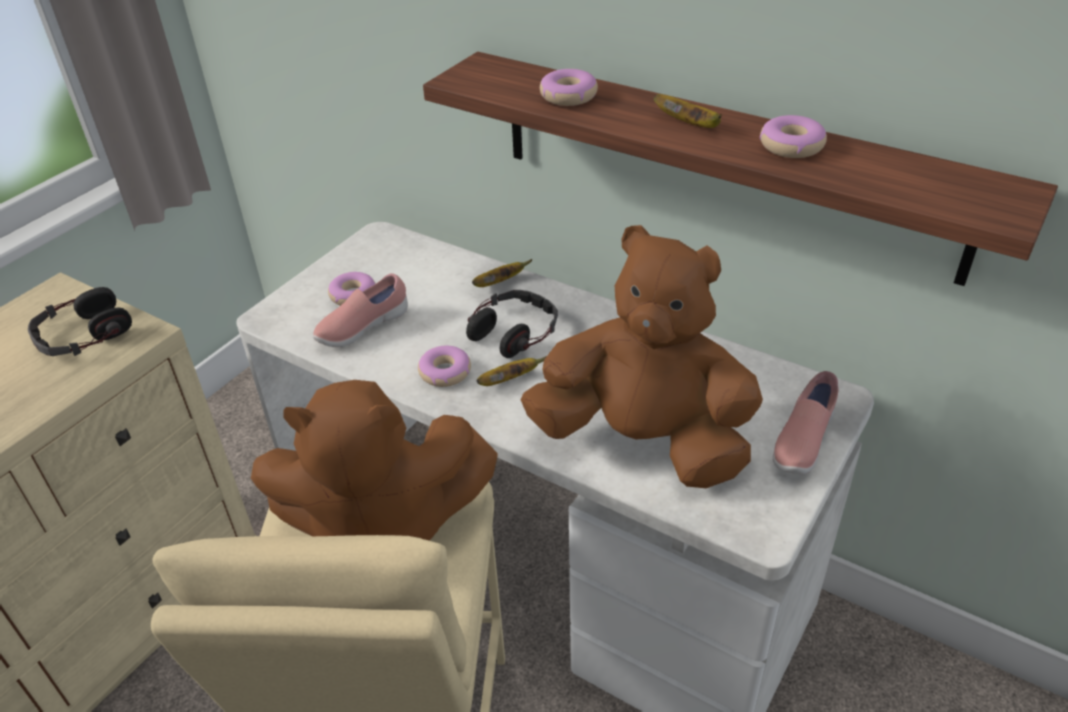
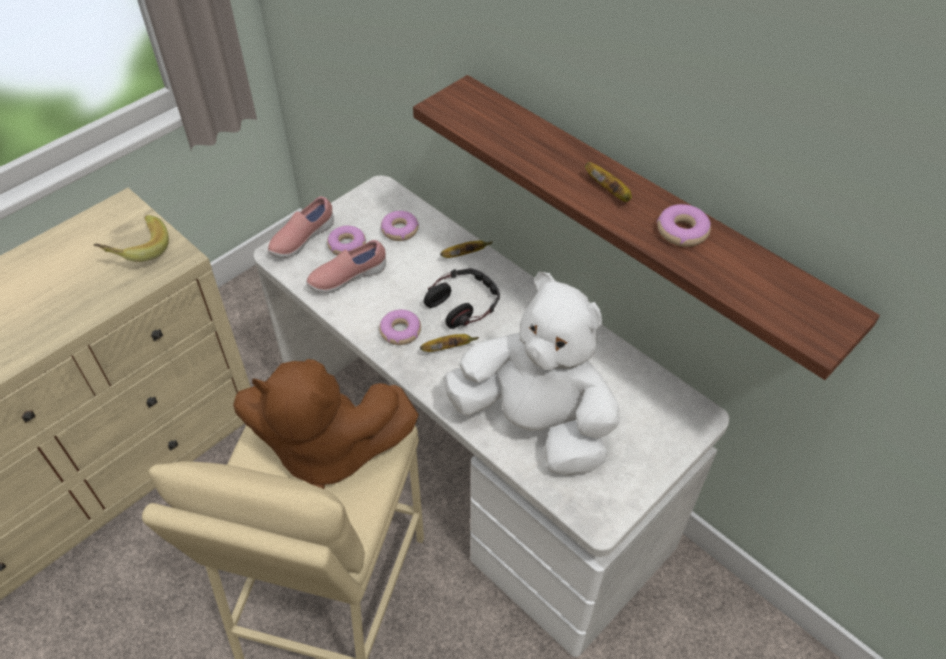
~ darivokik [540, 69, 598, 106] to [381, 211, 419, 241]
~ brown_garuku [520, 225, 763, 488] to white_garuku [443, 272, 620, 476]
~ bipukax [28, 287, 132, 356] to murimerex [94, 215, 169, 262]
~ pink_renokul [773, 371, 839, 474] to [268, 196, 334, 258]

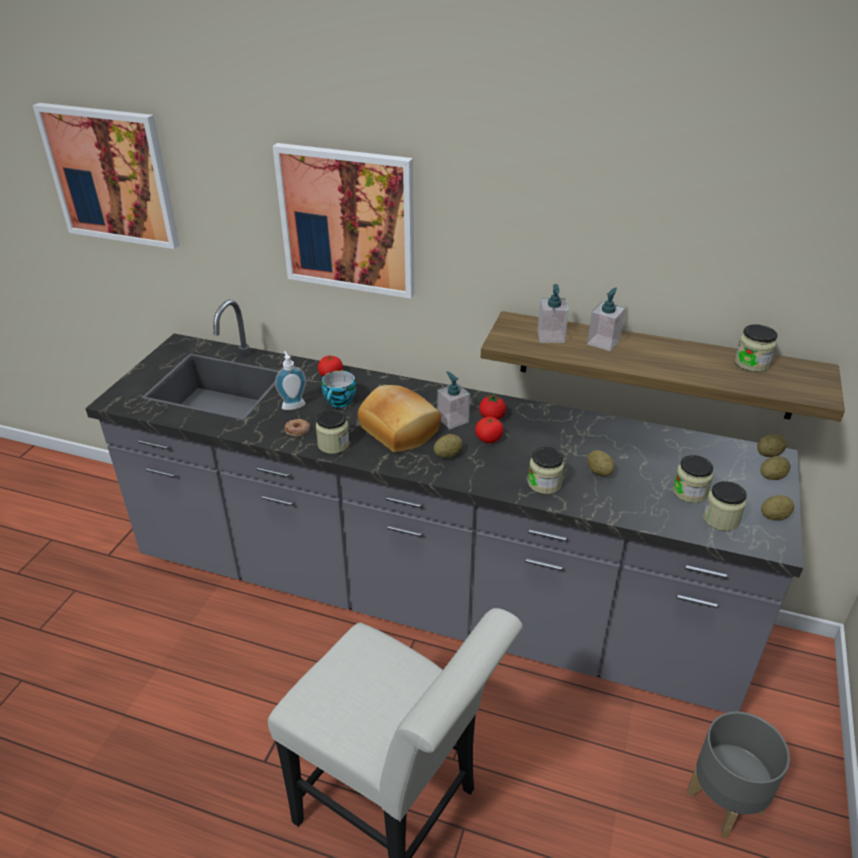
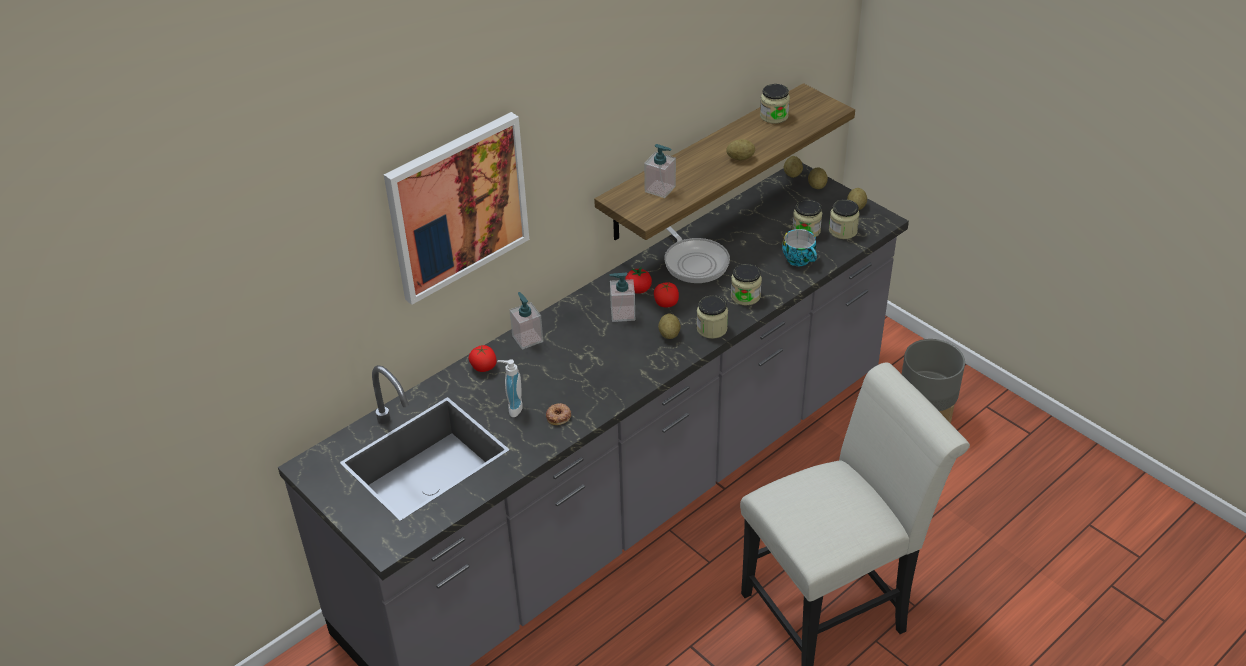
- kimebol [33, 103, 180, 249]
~ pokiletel [587, 287, 625, 351] to [510, 292, 543, 350]
~ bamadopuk [322, 370, 356, 408] to [782, 229, 817, 266]
- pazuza [358, 385, 441, 452]
~ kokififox [316, 410, 349, 454] to [696, 296, 728, 339]
~ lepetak [587, 450, 614, 476] to [726, 139, 755, 160]
+ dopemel [664, 226, 730, 283]

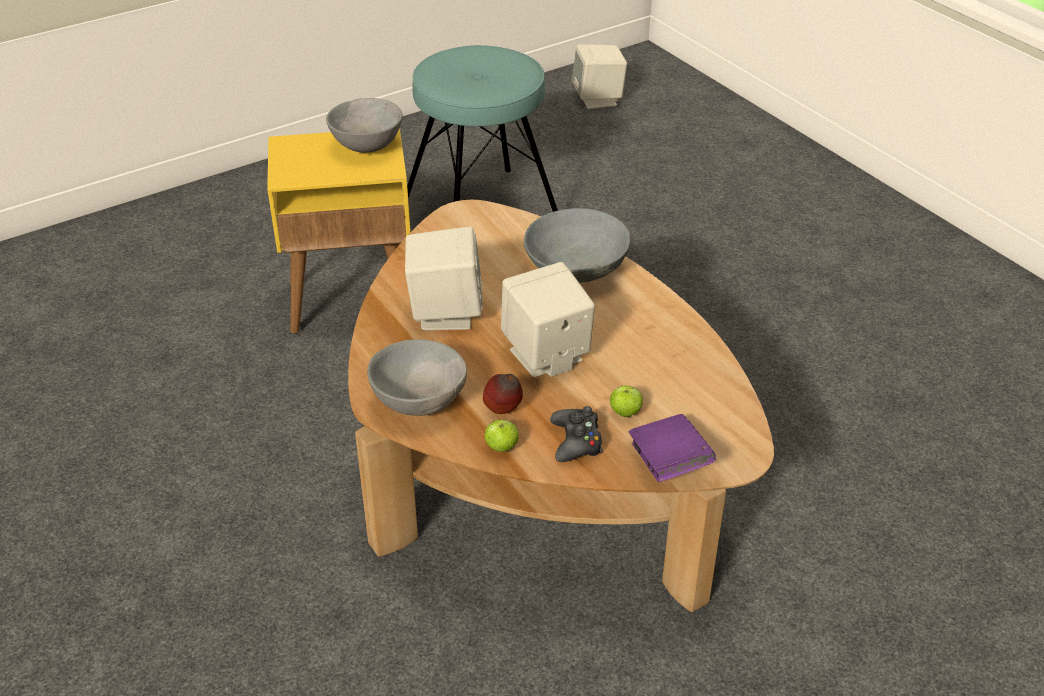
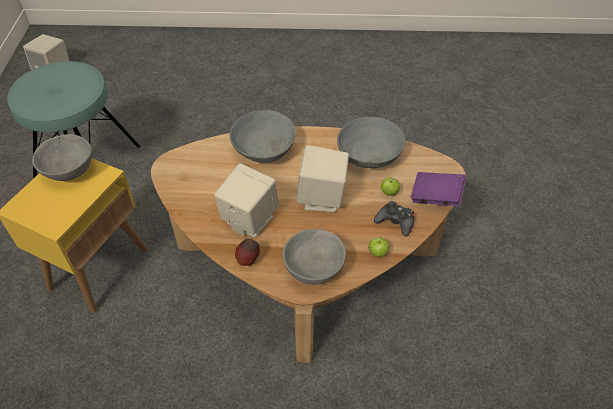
~ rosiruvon [483, 374, 523, 414] to [235, 239, 260, 266]
+ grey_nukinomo [337, 117, 405, 168]

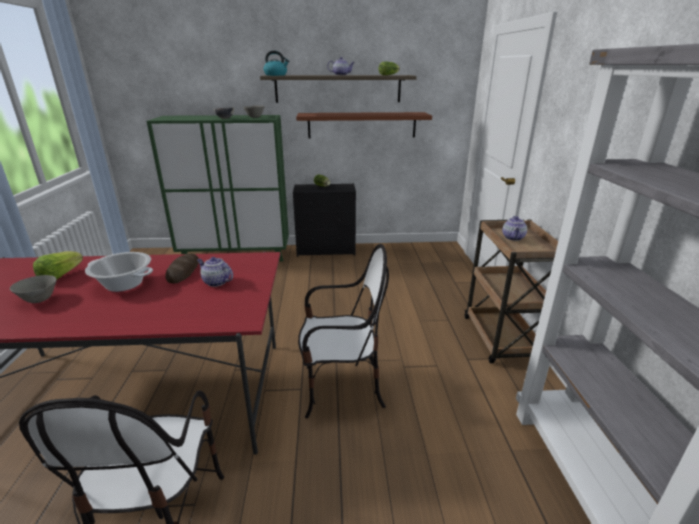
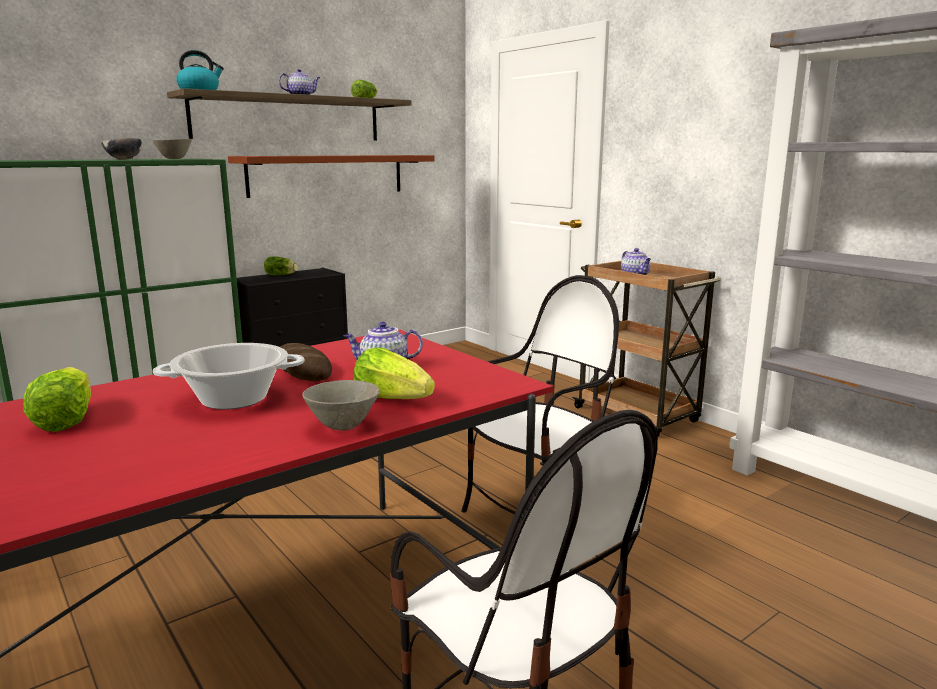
~ grey_nukinomo [10, 275, 57, 303] to [302, 380, 380, 431]
+ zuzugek [353, 347, 435, 399]

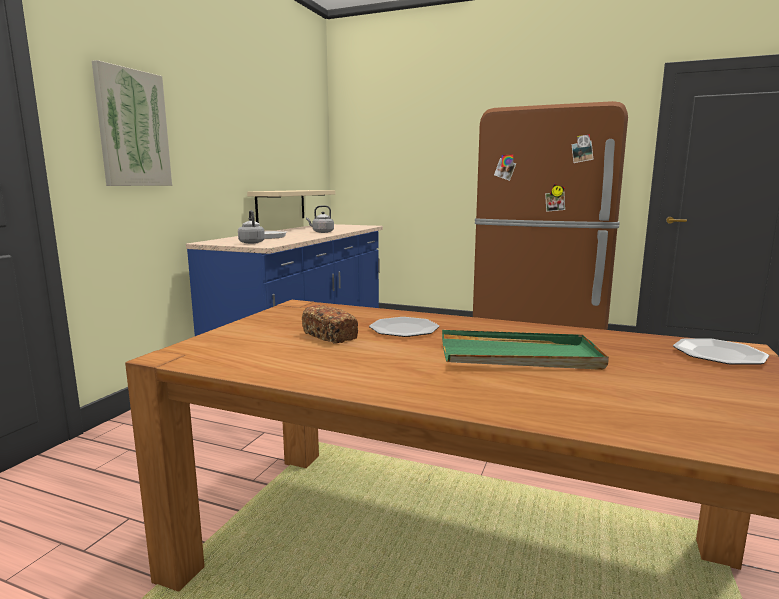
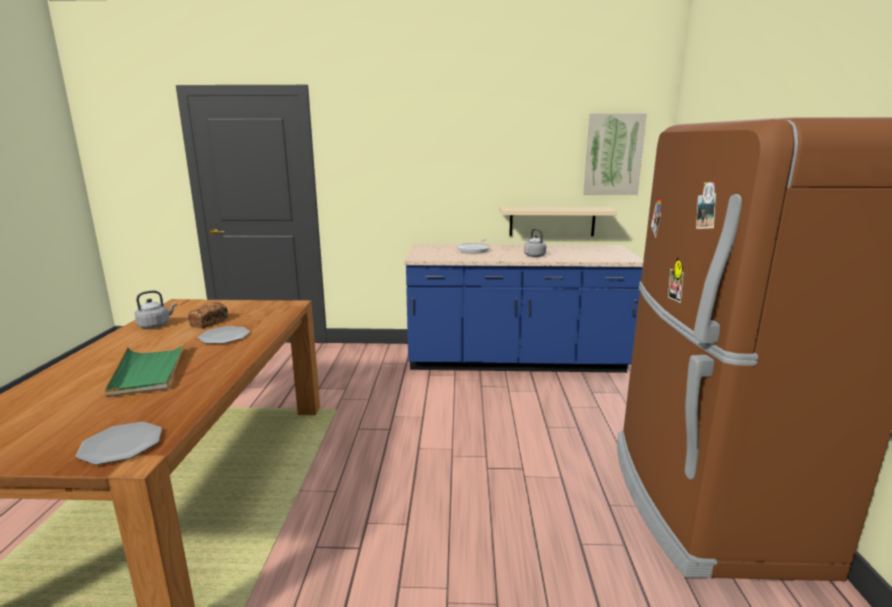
~ kimebol [92, 60, 172, 186] to [583, 113, 647, 195]
~ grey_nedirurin [238, 210, 265, 244] to [134, 290, 177, 328]

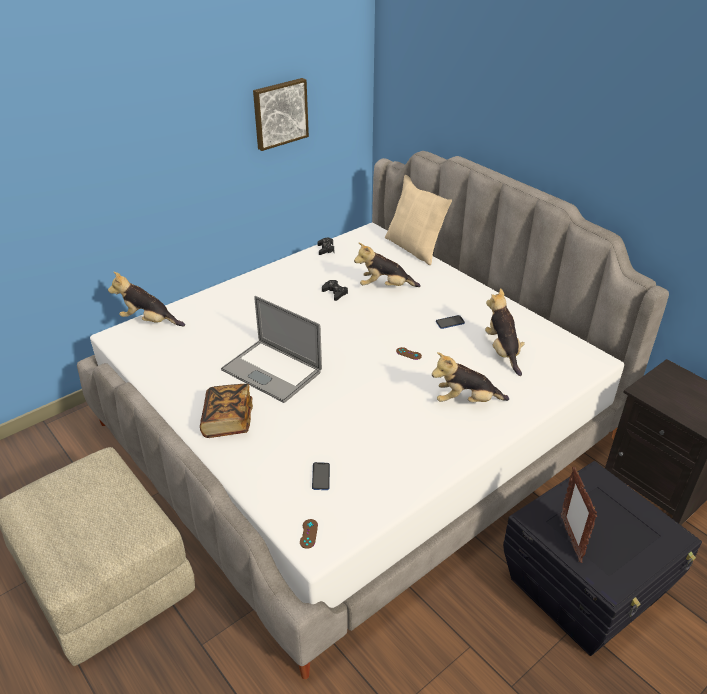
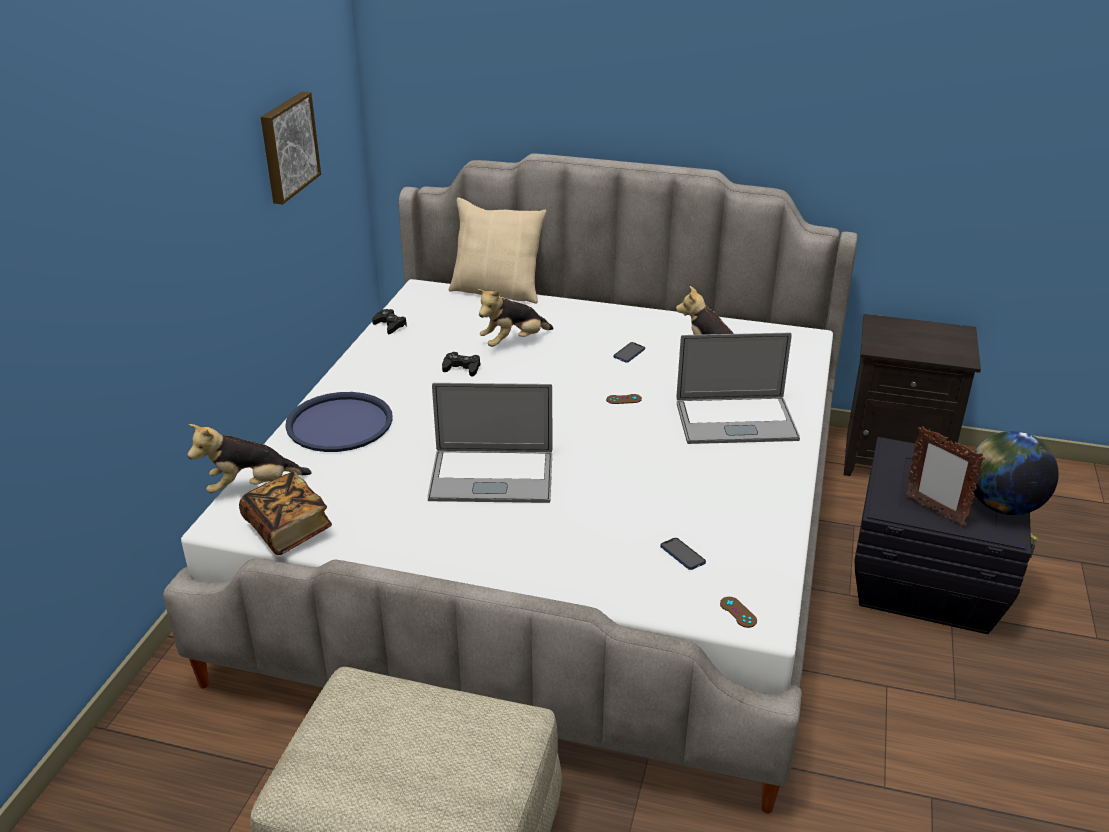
~ garuku [432, 352, 509, 402] to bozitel [676, 333, 800, 444]
~ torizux [200, 384, 253, 438] to [239, 471, 332, 555]
+ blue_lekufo [285, 392, 393, 452]
+ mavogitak [969, 431, 1059, 515]

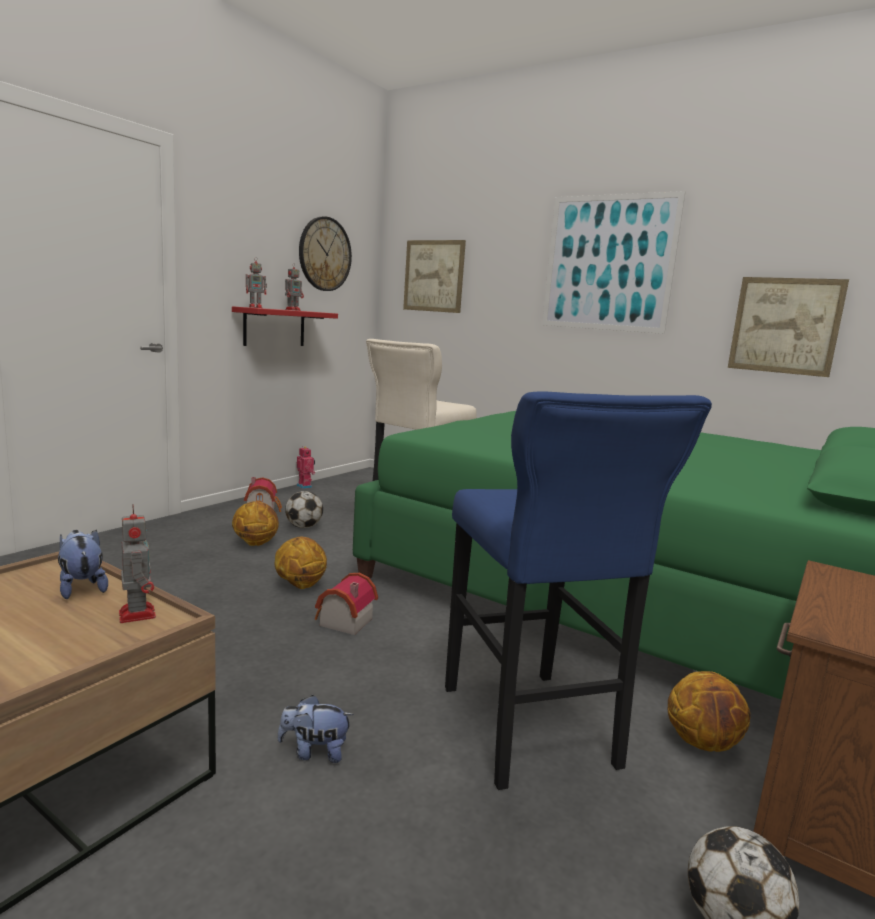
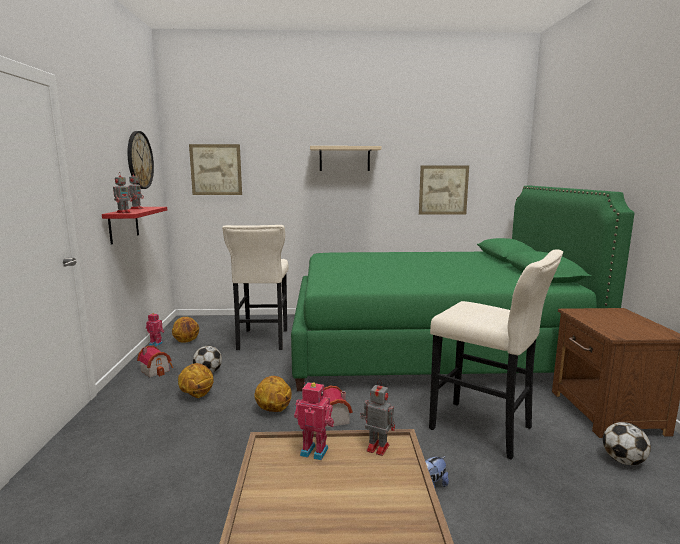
~ kimebol [542, 191, 686, 334] to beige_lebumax [310, 146, 381, 171]
~ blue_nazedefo [445, 391, 712, 790] to beige_nazedefo [429, 250, 563, 460]
~ garuku [58, 530, 108, 599] to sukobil [294, 382, 334, 460]
~ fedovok [668, 671, 751, 752] to [172, 317, 199, 343]

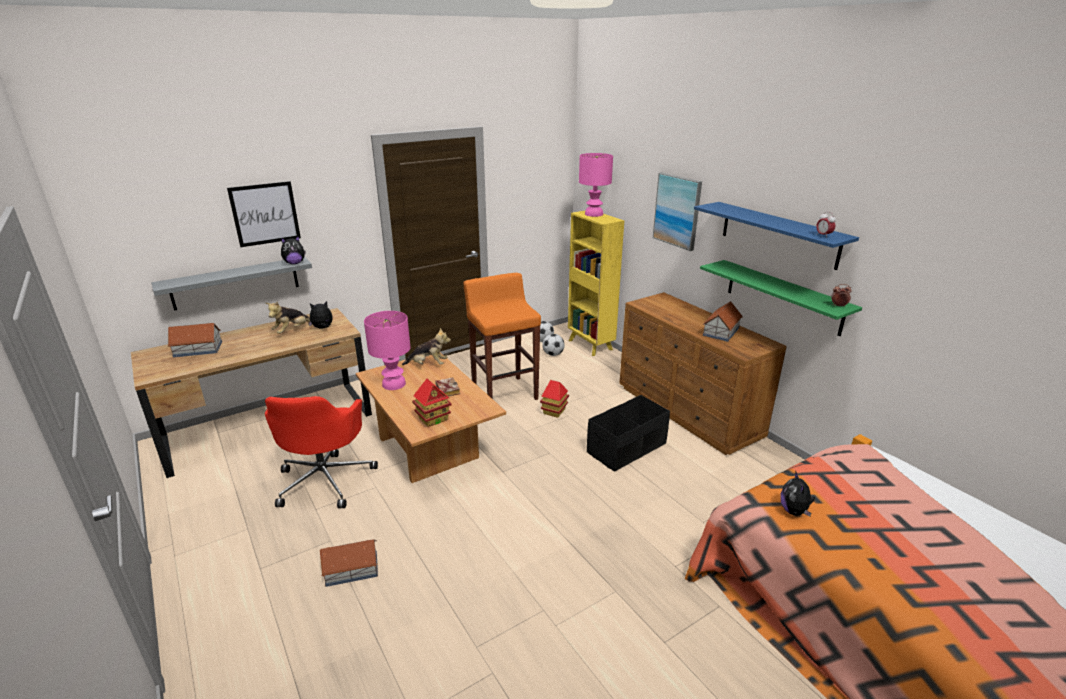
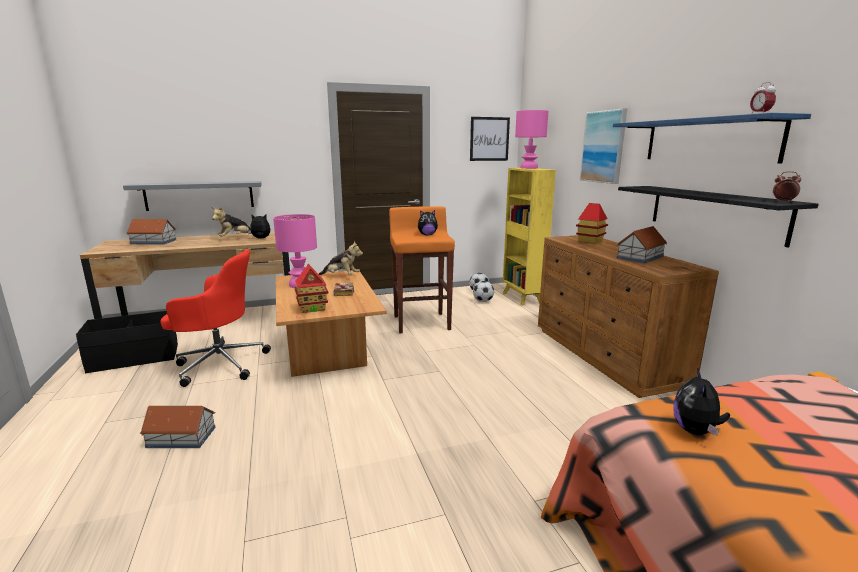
~ kimebol [227, 181, 301, 247] to [470, 117, 510, 161]
~ garuku [281, 236, 306, 264] to [418, 210, 438, 235]
~ green_lebumax [700, 260, 862, 336] to black_lebumax [618, 186, 819, 248]
~ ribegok [540, 380, 569, 418] to [576, 203, 608, 244]
~ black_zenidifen [587, 395, 670, 472] to [76, 311, 178, 373]
~ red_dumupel [265, 396, 378, 508] = [160, 249, 271, 387] 105 degrees counterclockwise

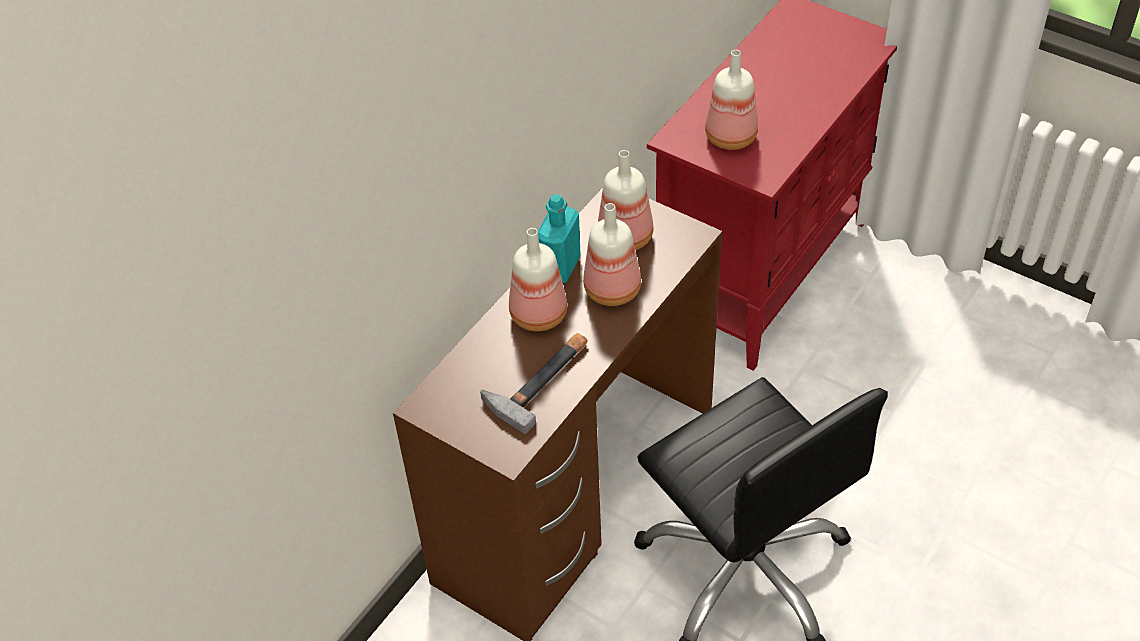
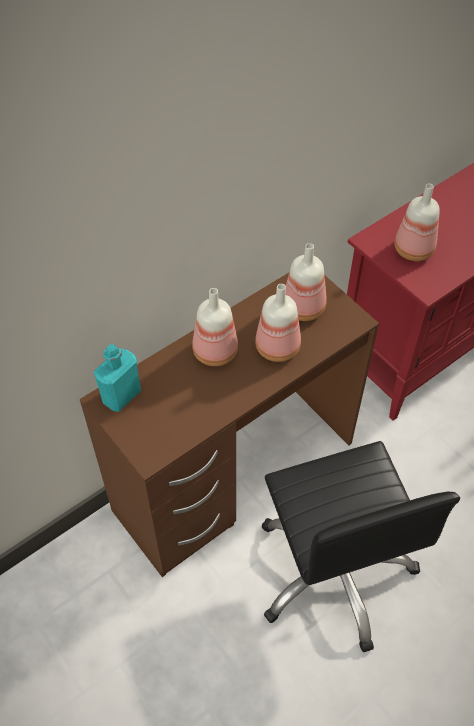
~ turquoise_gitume [538, 194, 581, 283] to [94, 344, 141, 412]
- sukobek [480, 333, 587, 434]

